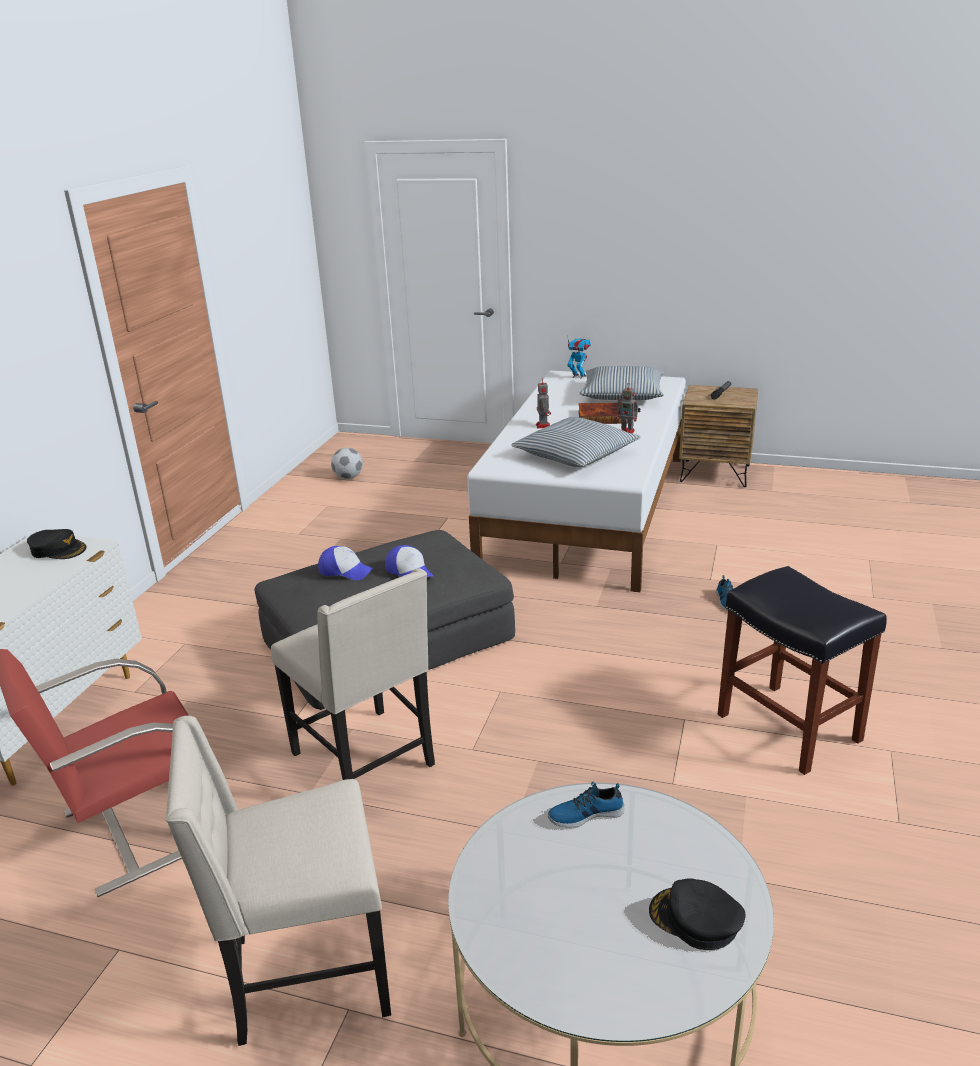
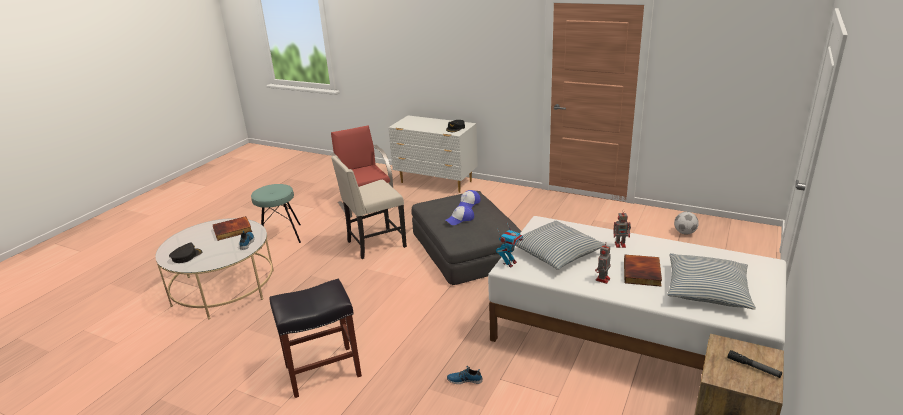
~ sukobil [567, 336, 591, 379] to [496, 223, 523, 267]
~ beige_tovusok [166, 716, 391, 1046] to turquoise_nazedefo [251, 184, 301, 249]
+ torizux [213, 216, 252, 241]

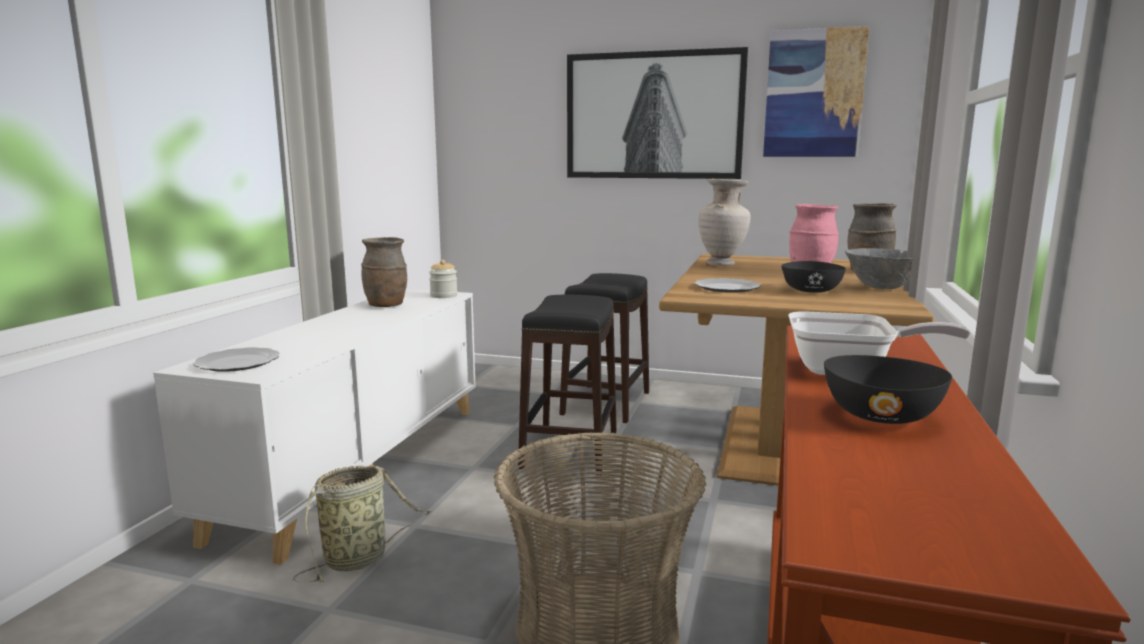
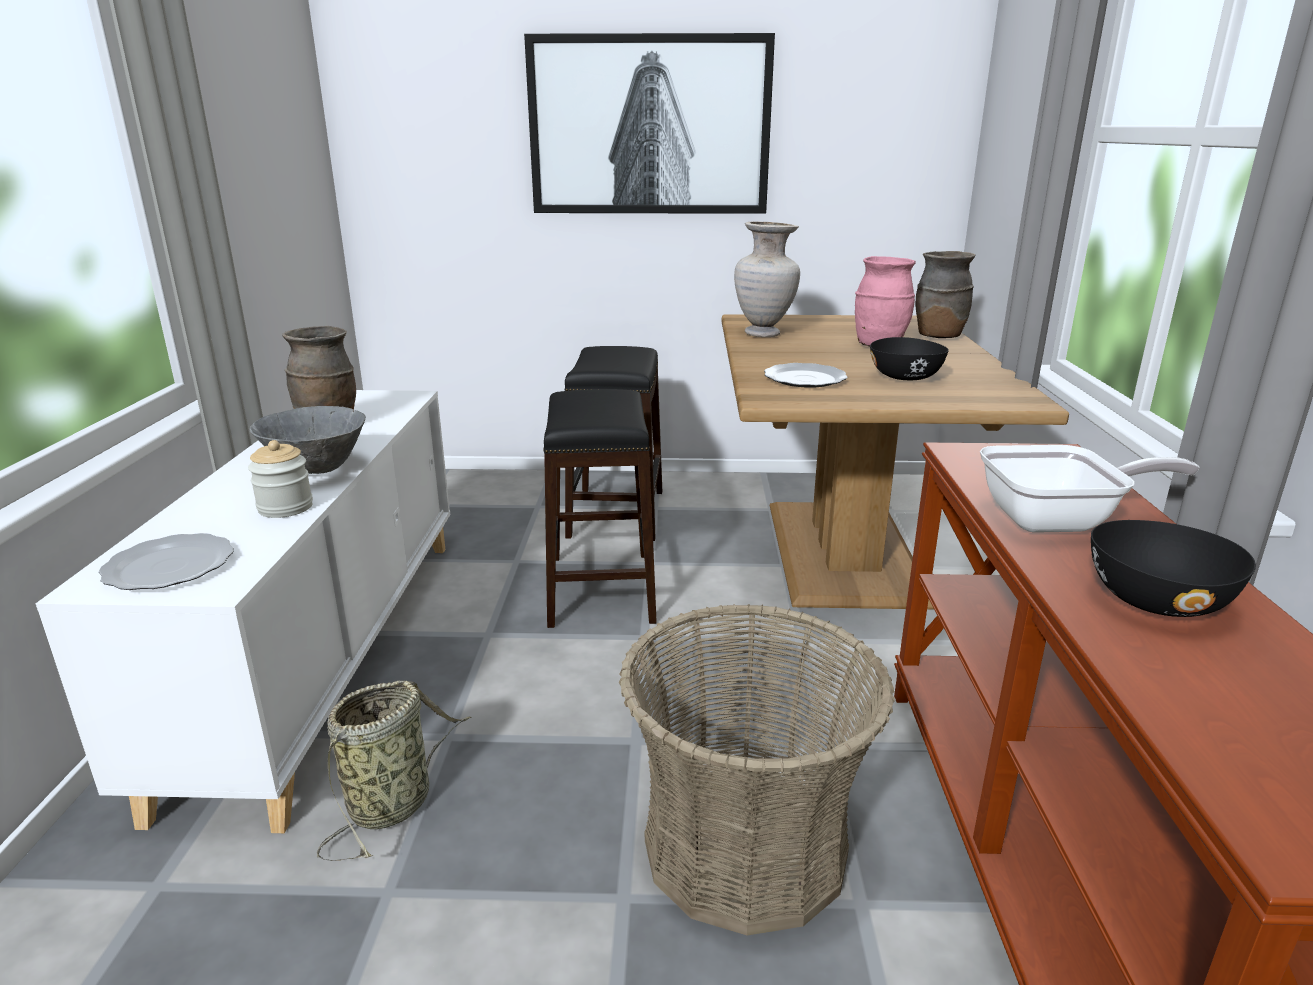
- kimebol [763, 26, 869, 157]
~ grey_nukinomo [845, 248, 913, 289] to [250, 406, 366, 474]
~ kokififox [429, 259, 458, 298] to [248, 440, 313, 518]

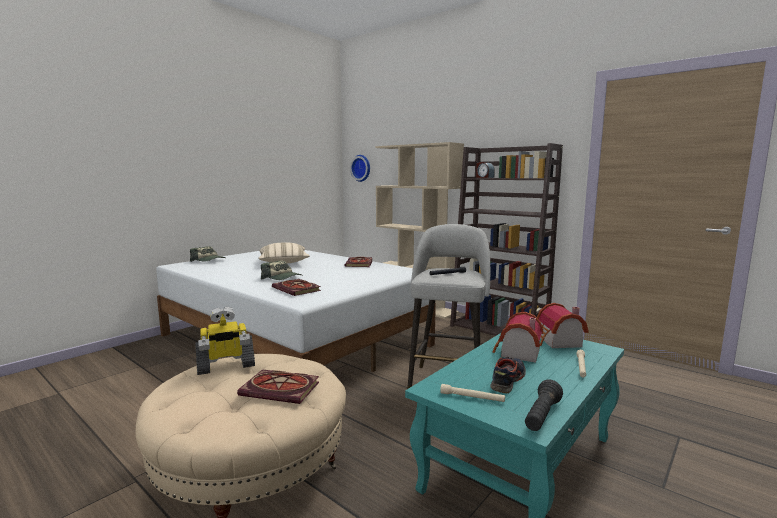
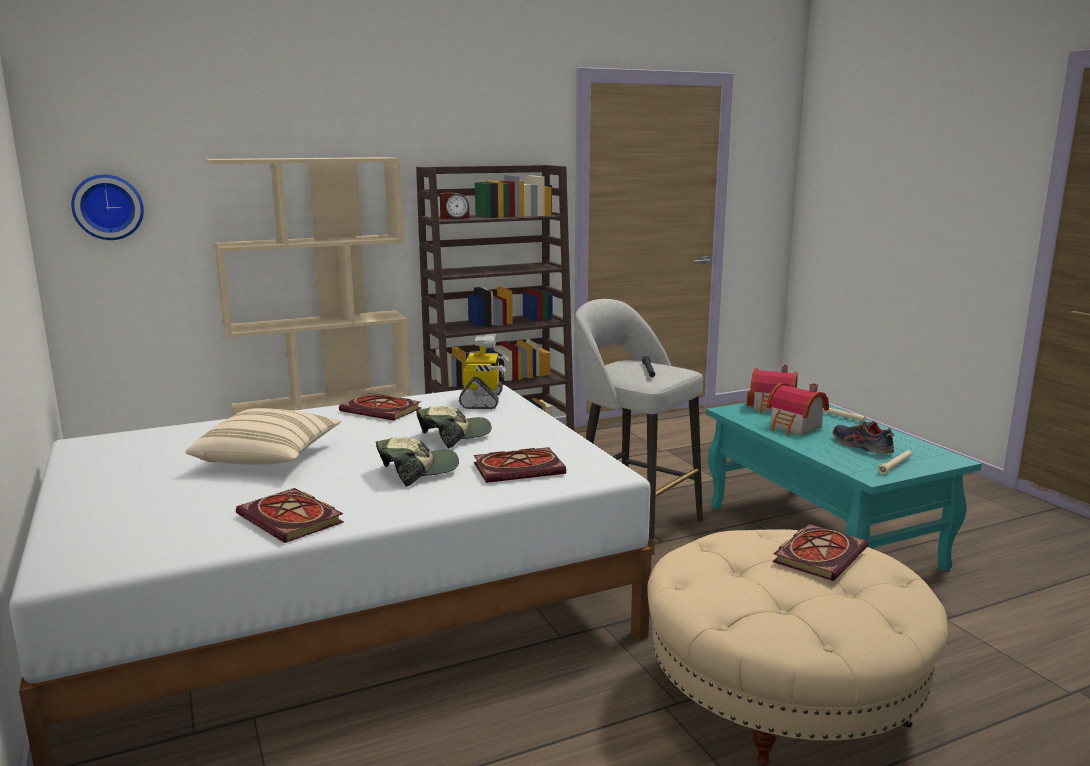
~ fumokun [190, 246, 226, 262] to [416, 406, 492, 449]
~ sukobil [195, 307, 255, 375] to [459, 335, 509, 409]
- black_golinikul [525, 379, 563, 431]
+ torizux [236, 488, 344, 543]

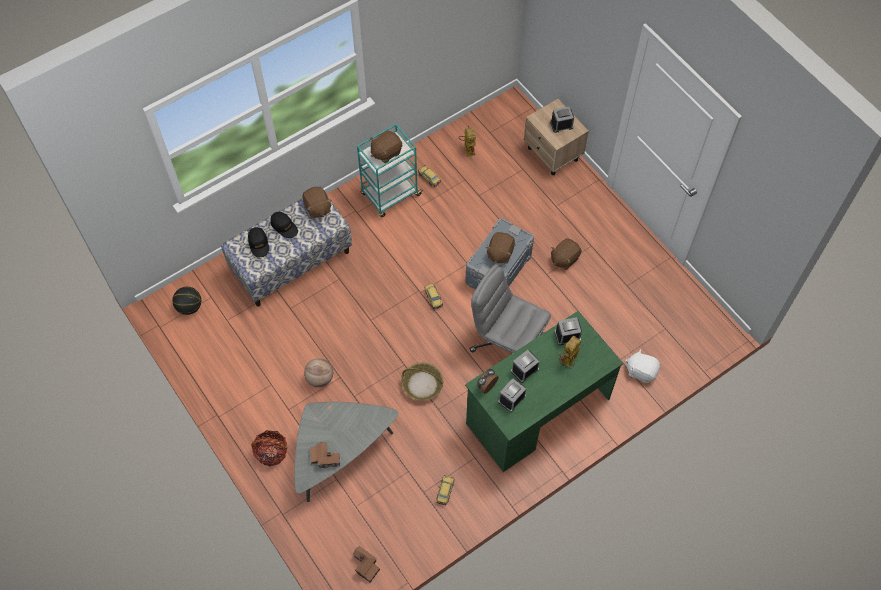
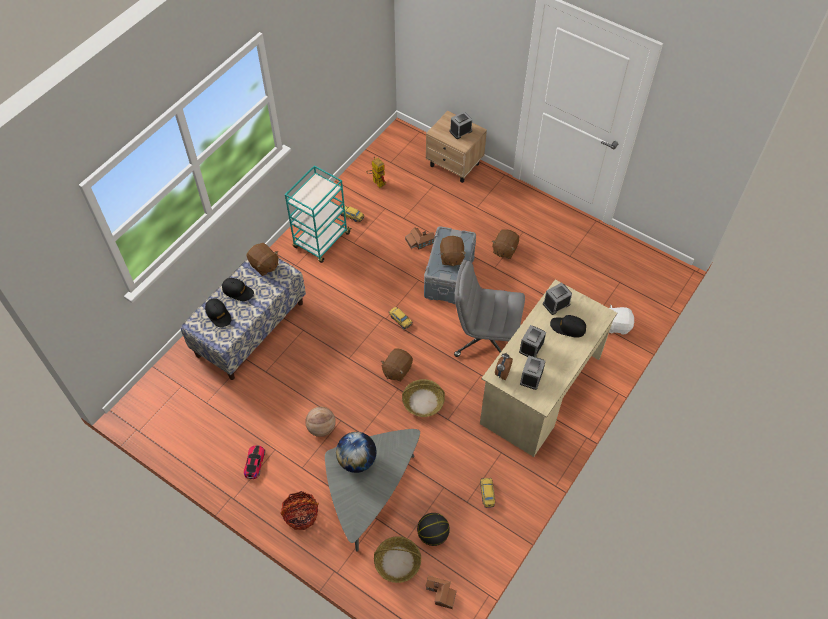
~ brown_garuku [371, 131, 402, 163] to [381, 348, 413, 382]
~ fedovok [172, 287, 201, 315] to [417, 513, 450, 546]
~ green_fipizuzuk [465, 311, 623, 472] to beige_fipizuzuk [480, 280, 617, 457]
~ sukobil [558, 336, 581, 369] to black_fumokun [550, 315, 586, 338]
~ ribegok [310, 442, 340, 468] to [405, 227, 435, 249]
+ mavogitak [336, 432, 376, 473]
+ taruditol [244, 445, 265, 479]
+ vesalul [374, 536, 421, 583]

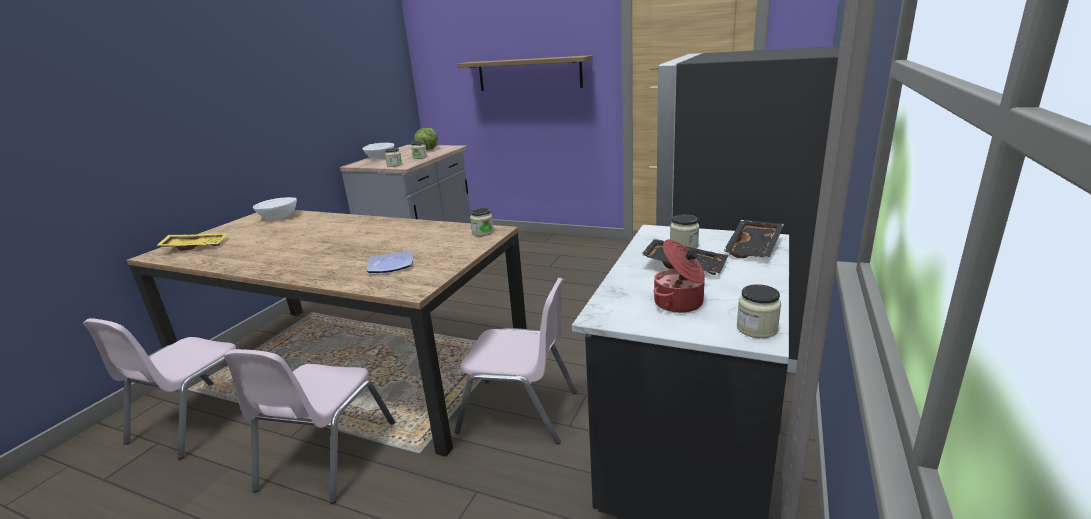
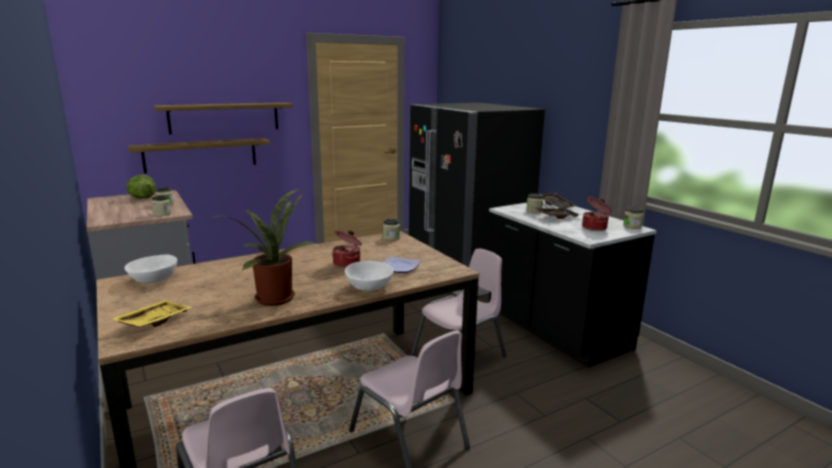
~ white_nukinomo [362, 143, 394, 159] to [345, 261, 393, 291]
+ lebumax [128, 138, 270, 174]
+ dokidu [214, 188, 316, 306]
+ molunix [332, 230, 362, 268]

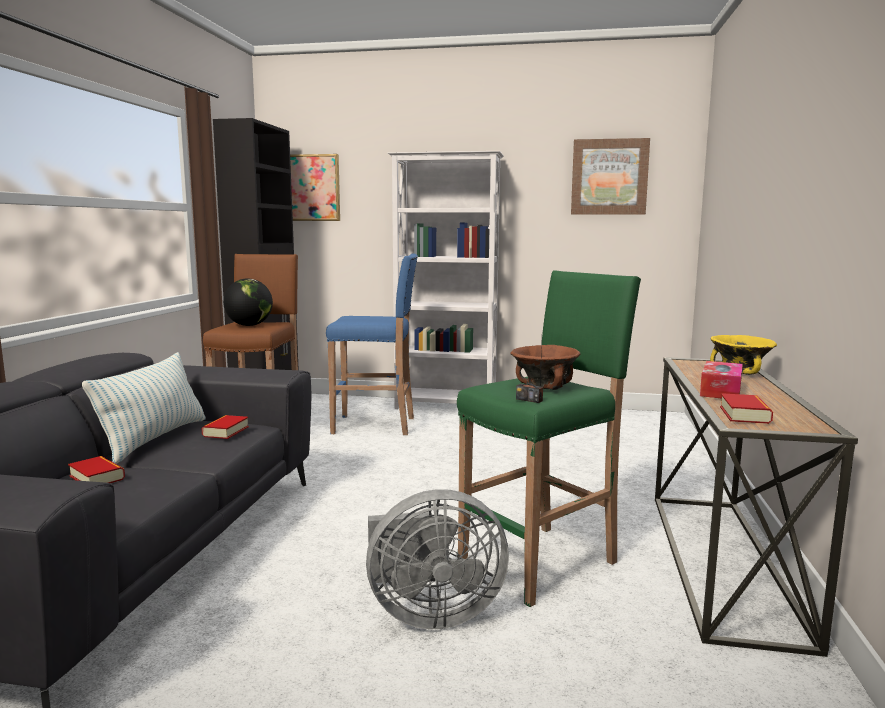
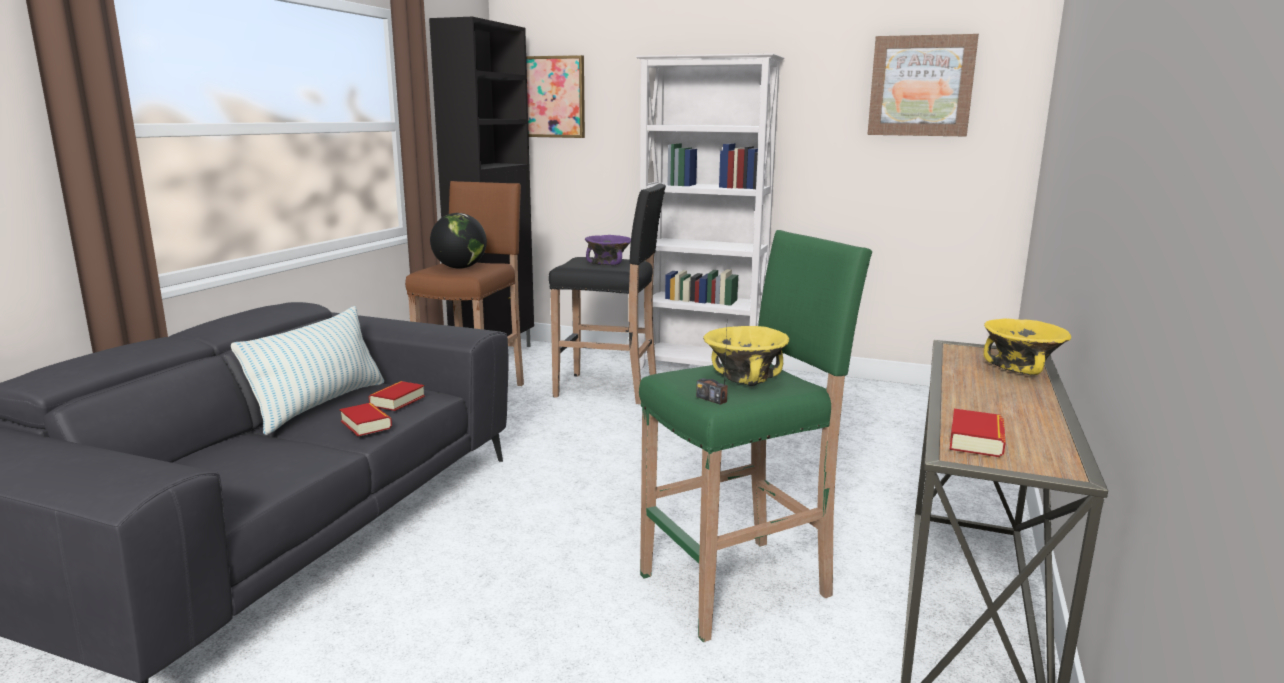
~ blue_nazedefo [326, 253, 418, 435] to black_nazedefo [548, 183, 666, 404]
~ brown_nukinomo [511, 345, 580, 390] to yellow_nukinomo [703, 326, 789, 386]
- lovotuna [700, 361, 743, 398]
~ torizux [68, 456, 125, 483] to [340, 403, 392, 436]
- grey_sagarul [366, 489, 509, 629]
+ purple_nukinomo [585, 235, 631, 265]

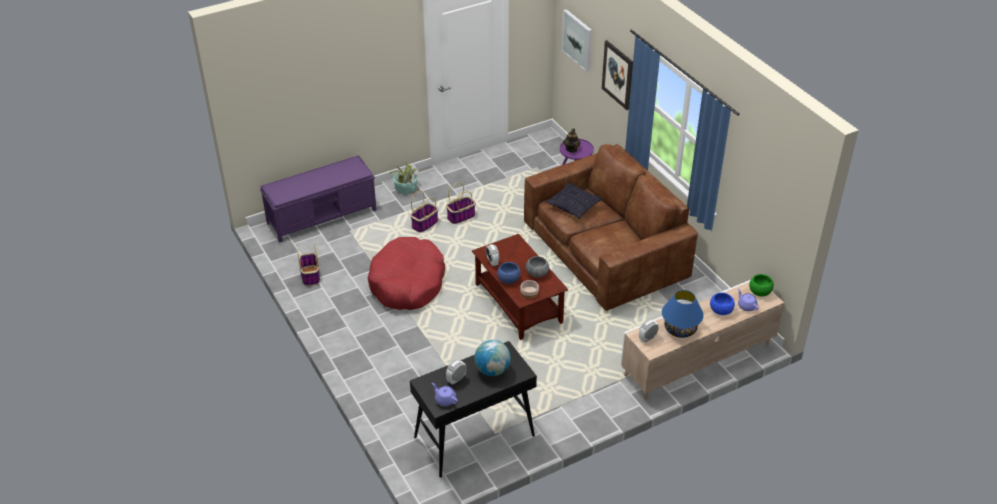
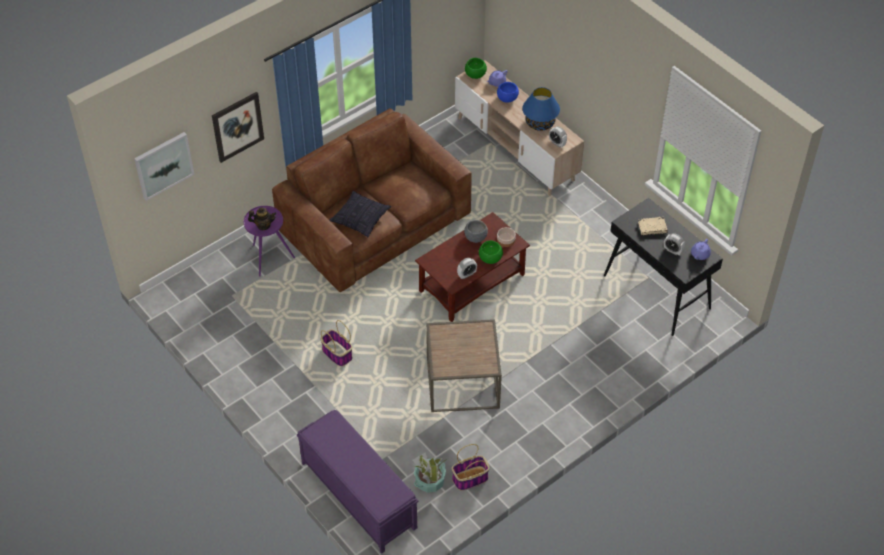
~ dokidu [387, 161, 418, 194] to [412, 452, 447, 493]
- vesalul [410, 191, 438, 233]
~ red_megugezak [368, 237, 445, 310] to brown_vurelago [426, 319, 502, 412]
~ blue_nukinomo [497, 262, 520, 284] to green_nukinomo [479, 240, 503, 264]
~ mavogitak [474, 340, 511, 376] to beige_torizux [638, 217, 668, 235]

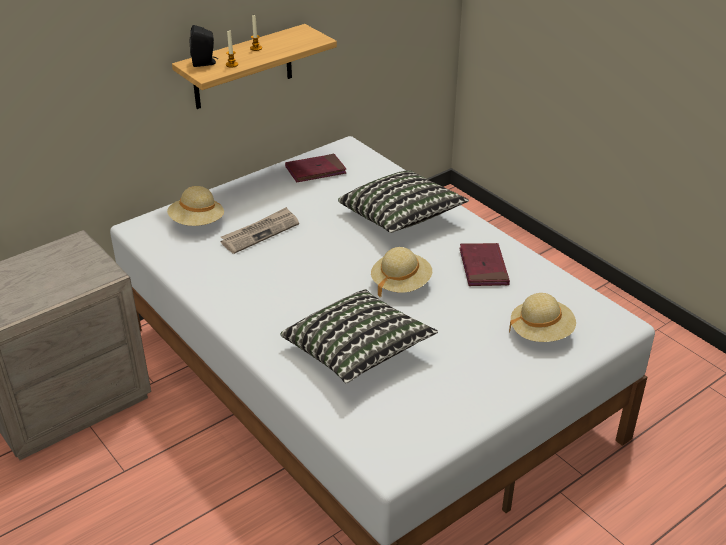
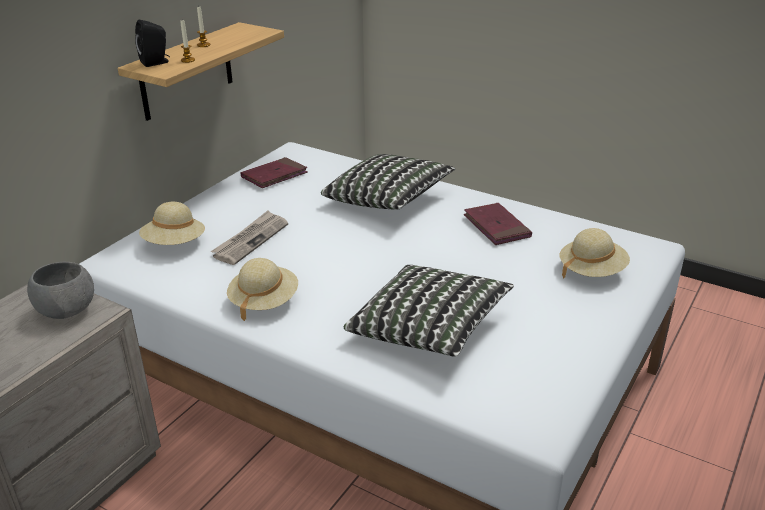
~ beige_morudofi [371, 247, 432, 297] to [227, 258, 298, 321]
+ grey_nukinomo [27, 262, 94, 319]

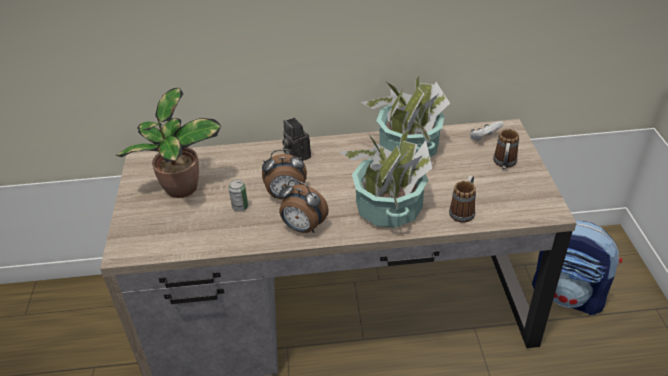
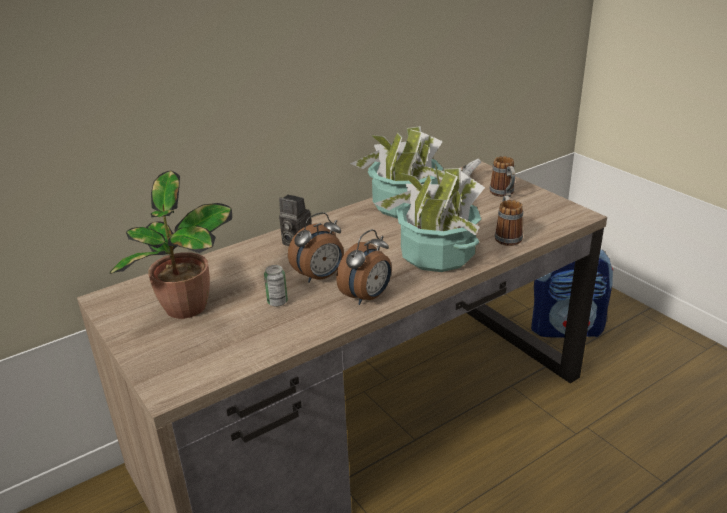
~ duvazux [279, 180, 329, 233] = [336, 229, 392, 305] 45 degrees counterclockwise

